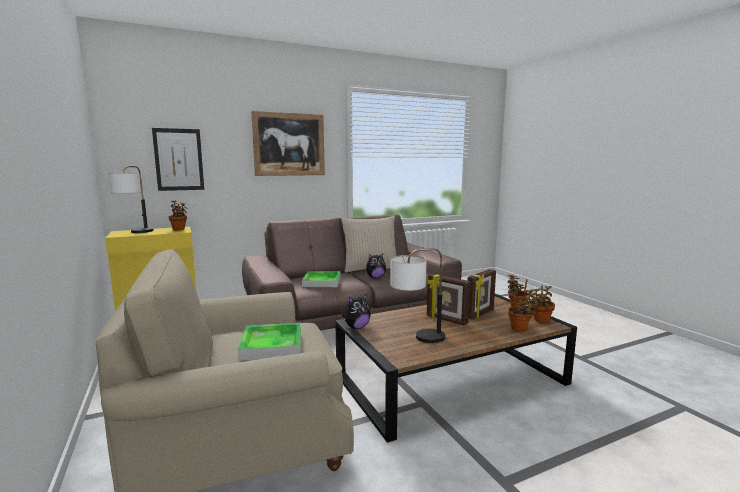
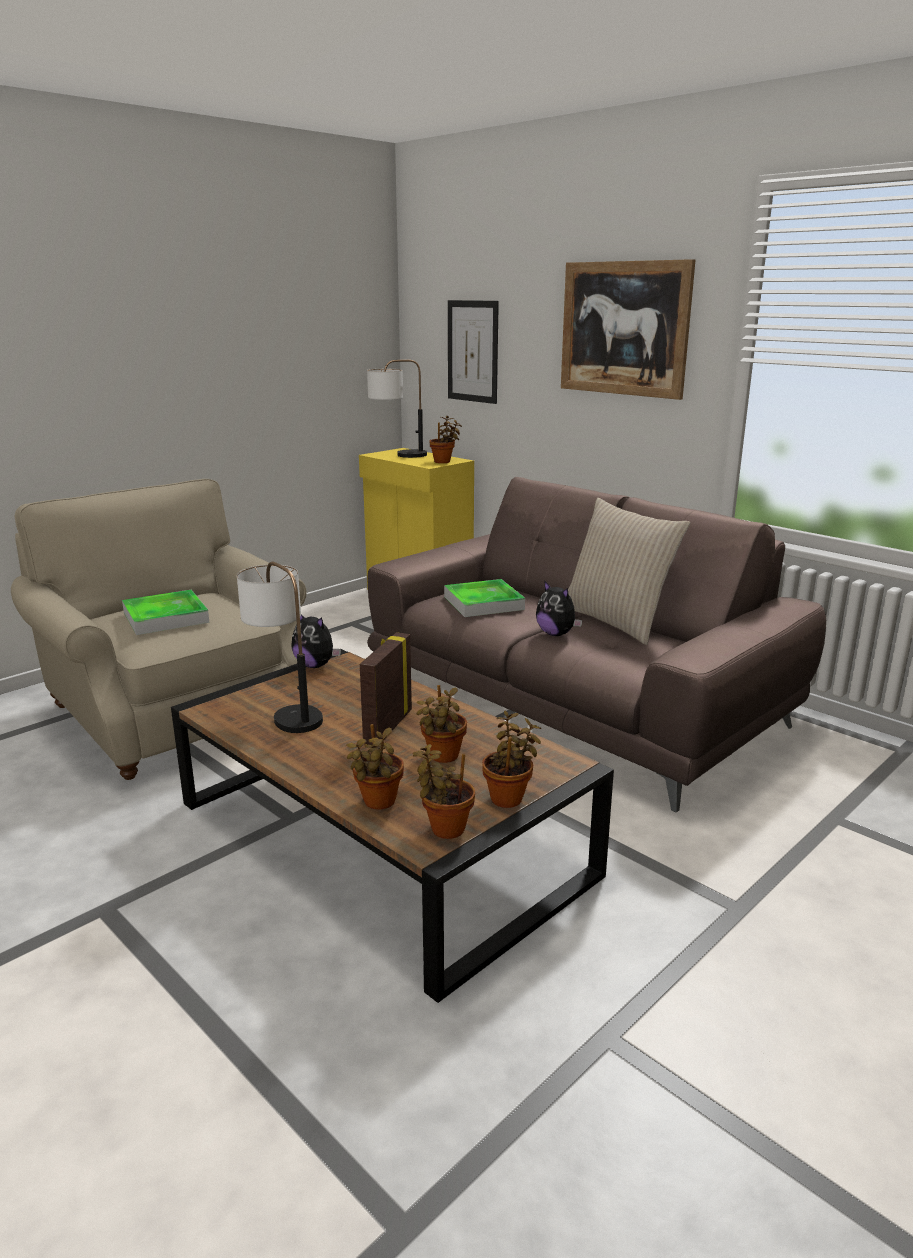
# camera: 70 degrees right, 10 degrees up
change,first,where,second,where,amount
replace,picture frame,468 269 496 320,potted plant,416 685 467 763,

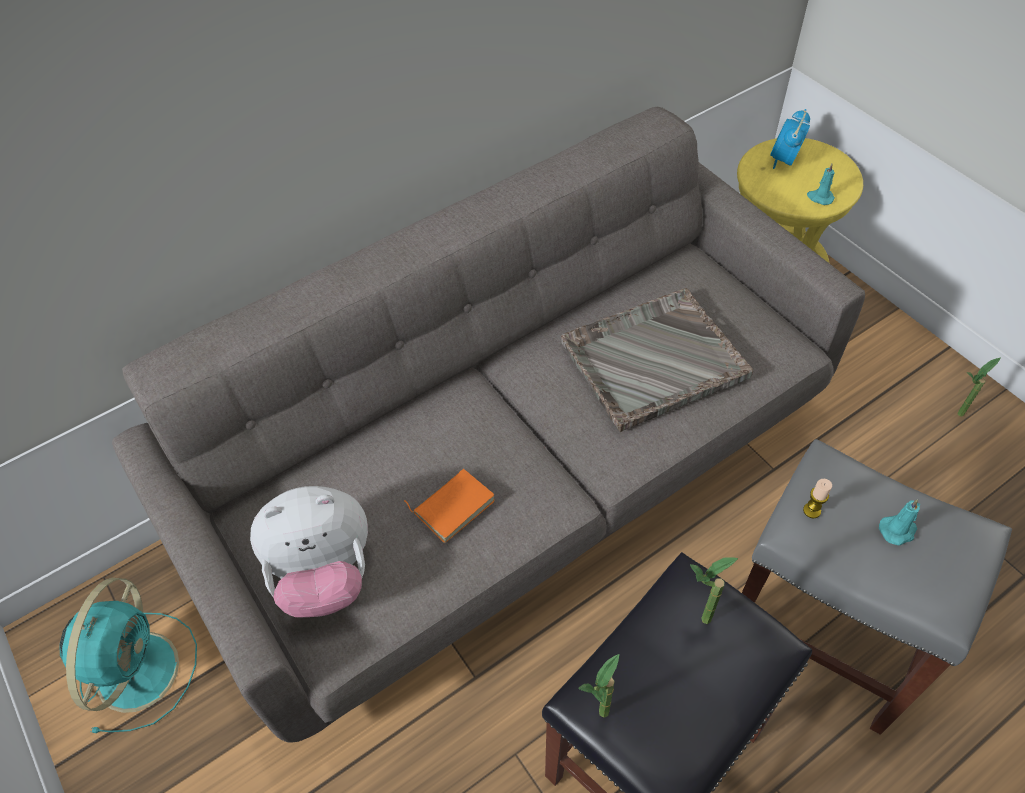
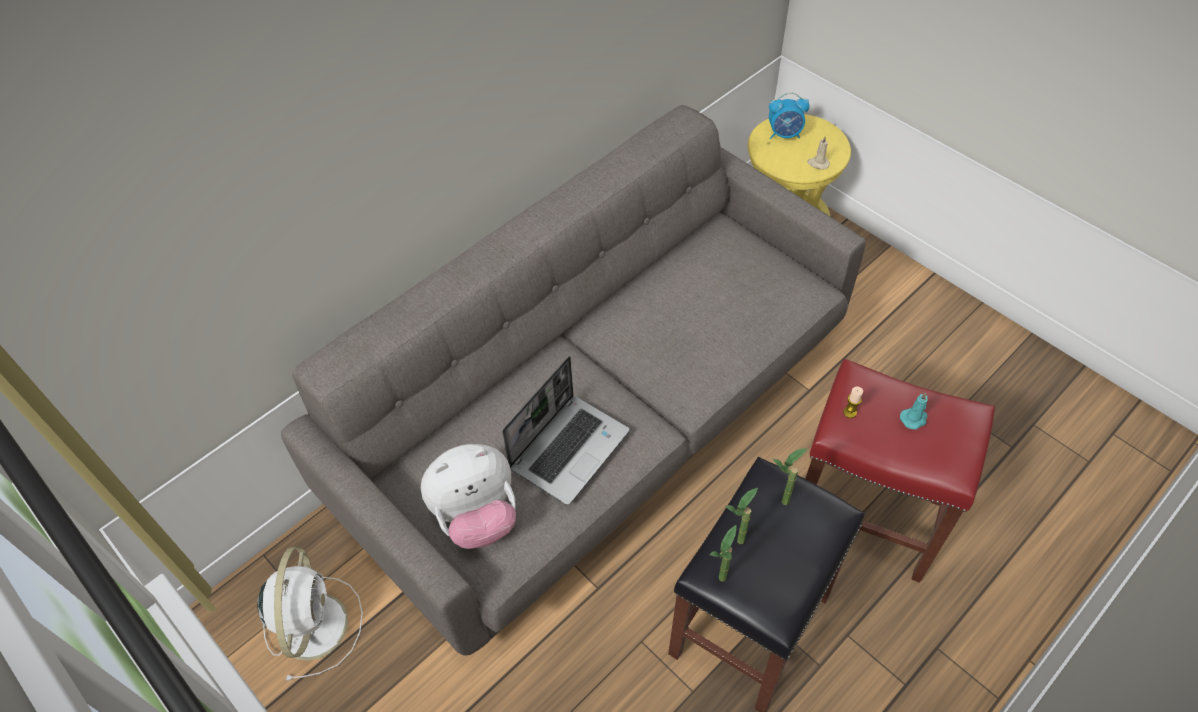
# camera: 10 degrees left, 0 degrees up
change,first,where,second,where,amount
recolor,fan in turquoise,59 578 197 733,fan in white,257 547 363 681,
replace,book in orange,404 469 495 543,laptop,502 356 629 505,
move,potted plant,958 358 1001 417,,725 488 758 544,
rotate,alarm clock,770 109 810 169,,769 92 809 139,105 degrees counterclockwise
recolor,stool in grey,742 439 1012 735,stool in red,805 359 995 583,
recolor,candle in turquoise,807 164 835 205,candle in beige,807 137 830 170,
delete,tray in grey,561 288 753 432,,,

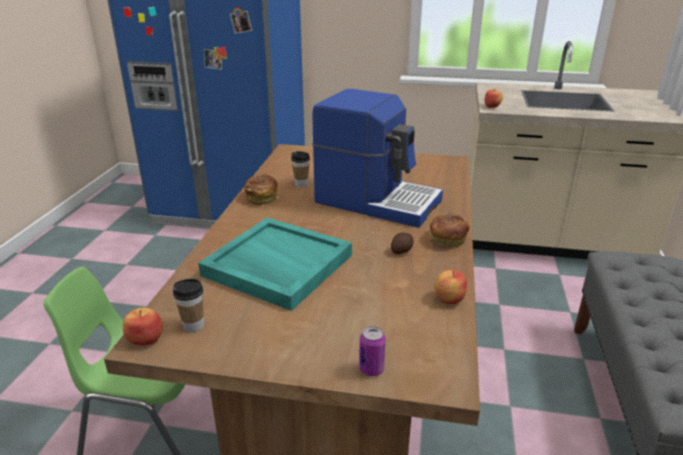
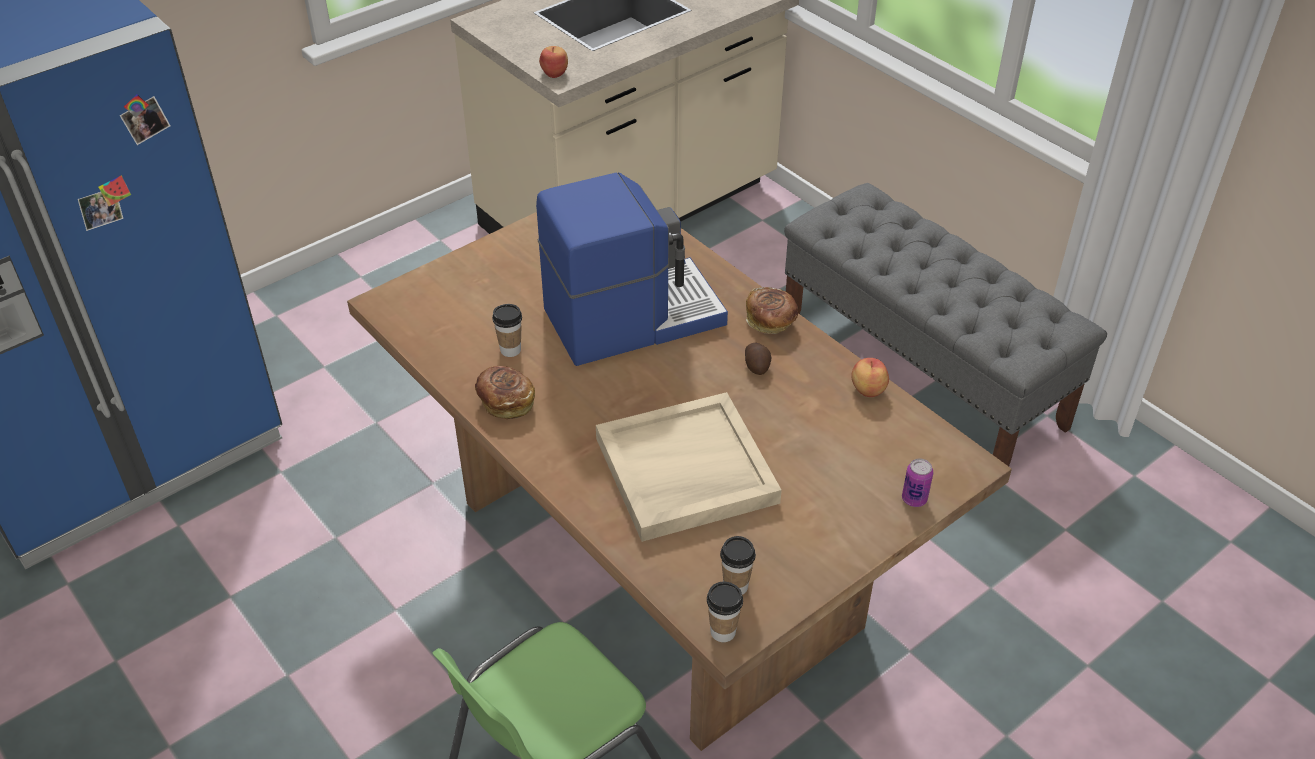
# camera: 50 degrees left, 15 degrees up
change,first,where,second,where,amount
recolor,tray in turquoise,198 218 352 311,tray in beige,596 392 782 542,
replace,apple,122 308 163 346,cup,707 582 743 642,

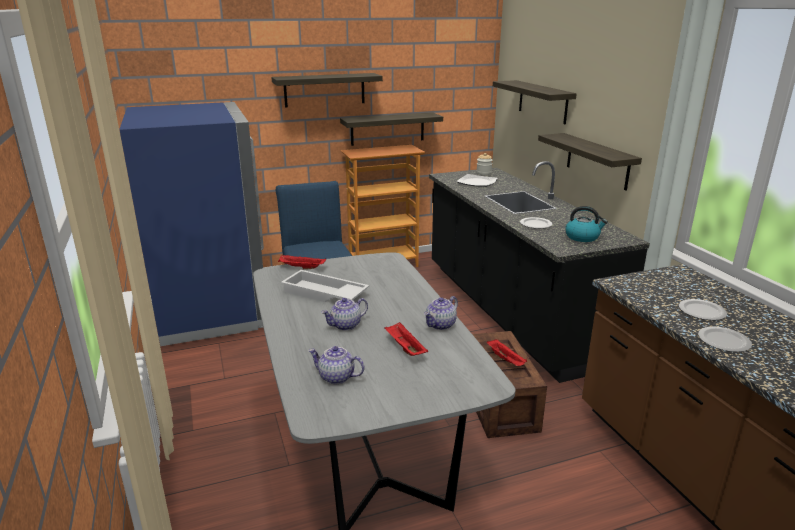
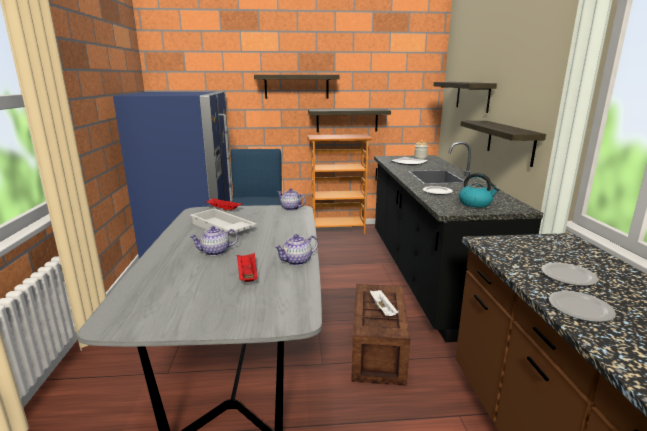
# camera: 15 degrees right, 5 degrees down
change,first,where,second,where,amount
move,teapot,308 346 365 384,,277 188 306 211,
recolor,tray in red,487 339 527 366,tray in white,370 290 398 316,

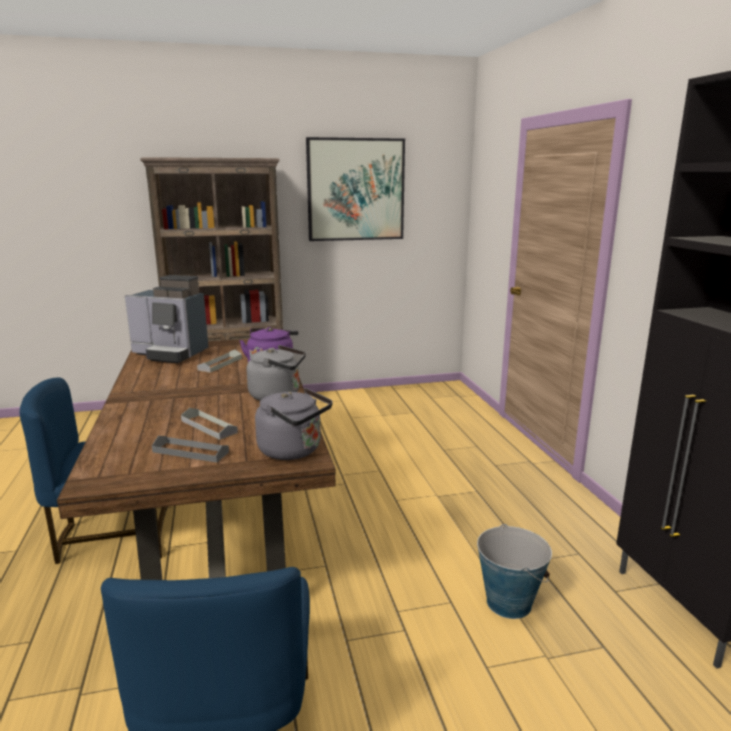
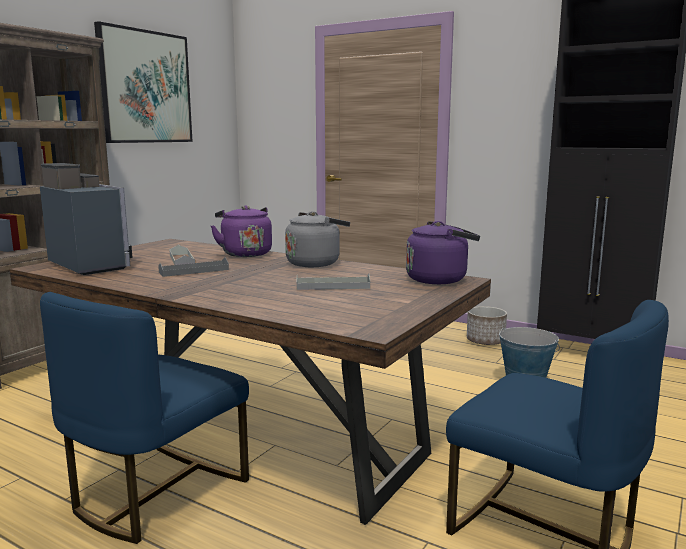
# camera: 45 degrees left, 5 degrees down
change,first,where,second,where,amount
rotate,coffee machine,125 275 209 363,,40 163 132 275,105 degrees counterclockwise
move,tray in grey,152 436 229 463,,158 257 229 277,
recolor,kettle in grey,255 388 333 460,kettle in purple,406 221 480 284,
insert,,,planter,467 306 507 345,

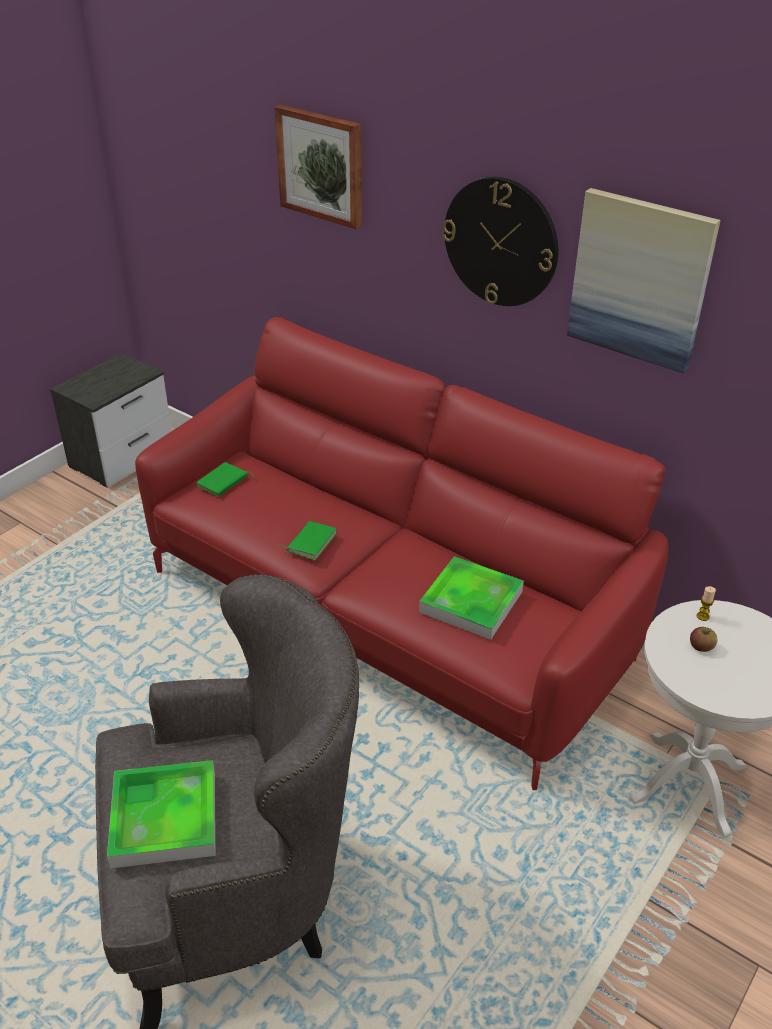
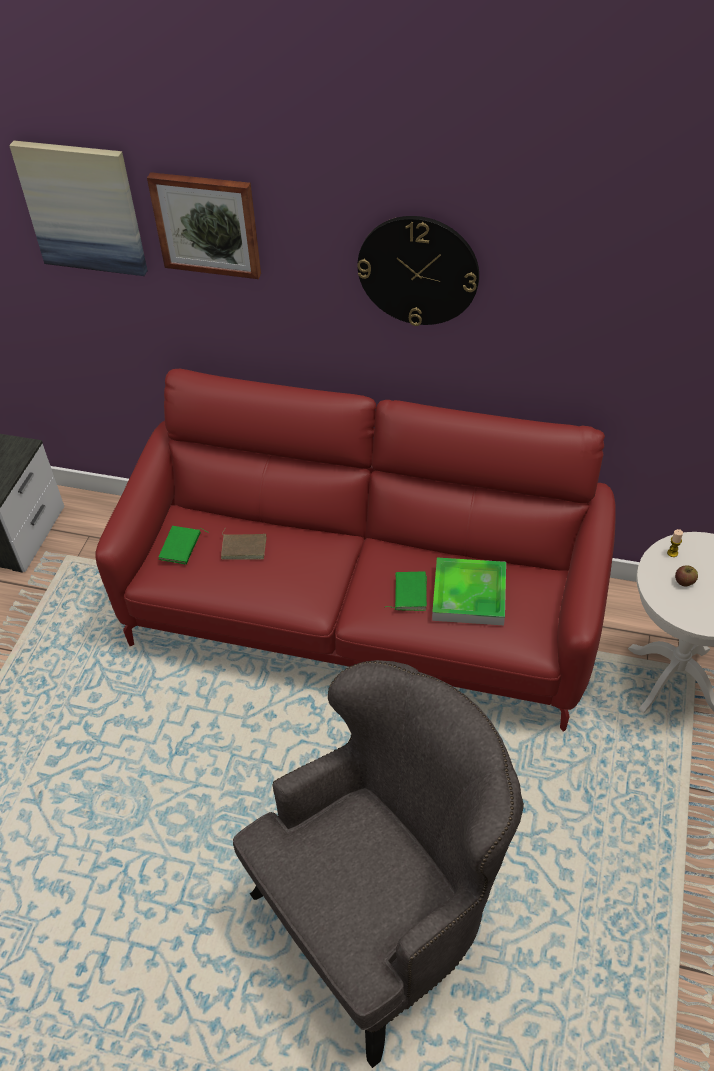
# camera: 20 degrees left, 10 degrees up
change,first,where,second,where,amount
move,picture,567 188 721 374,,9 141 148 276,
insert,,,book in brown,221 528 266 560,
move,book in green,278 521 337 560,,386 572 427 611,
delete,tray,107 760 216 869,,,

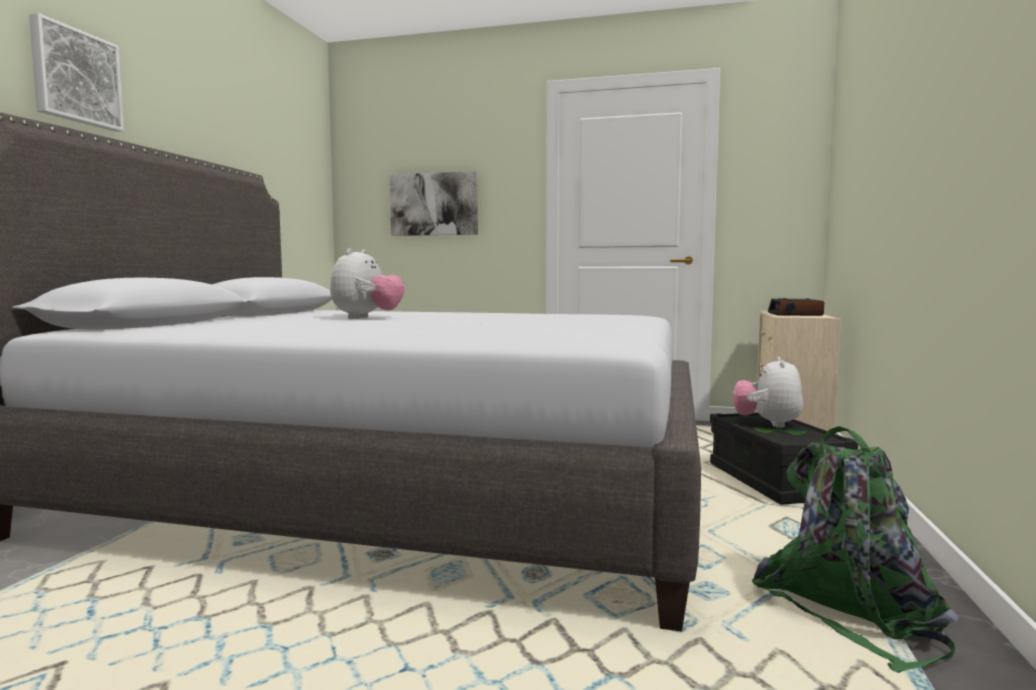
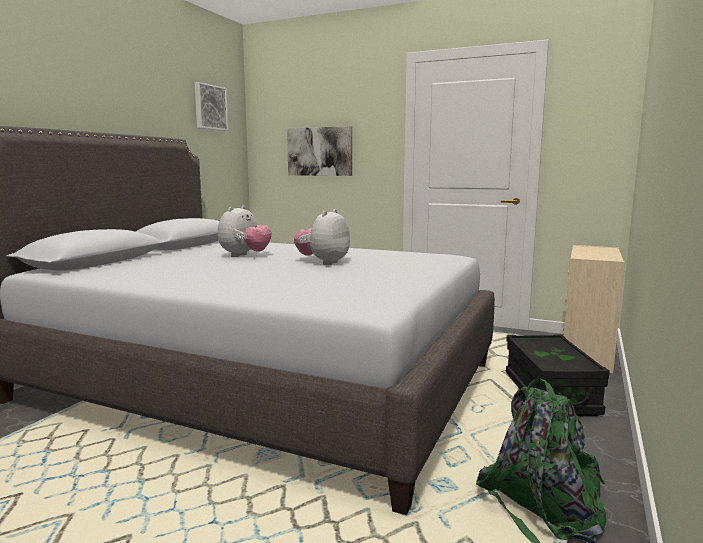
# camera: 10 degrees right, 5 degrees up
change,first,where,second,where,amount
move,picture,29 13 124 132,,195 82 228 131,
move,plush toy,733 357 803 428,,294 209 350 265,
delete,alarm clock,768 298 824 316,,,

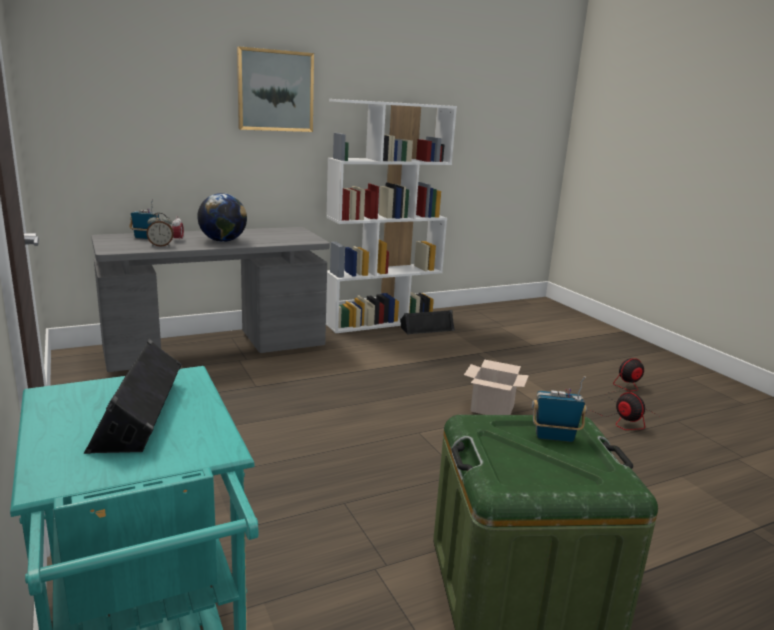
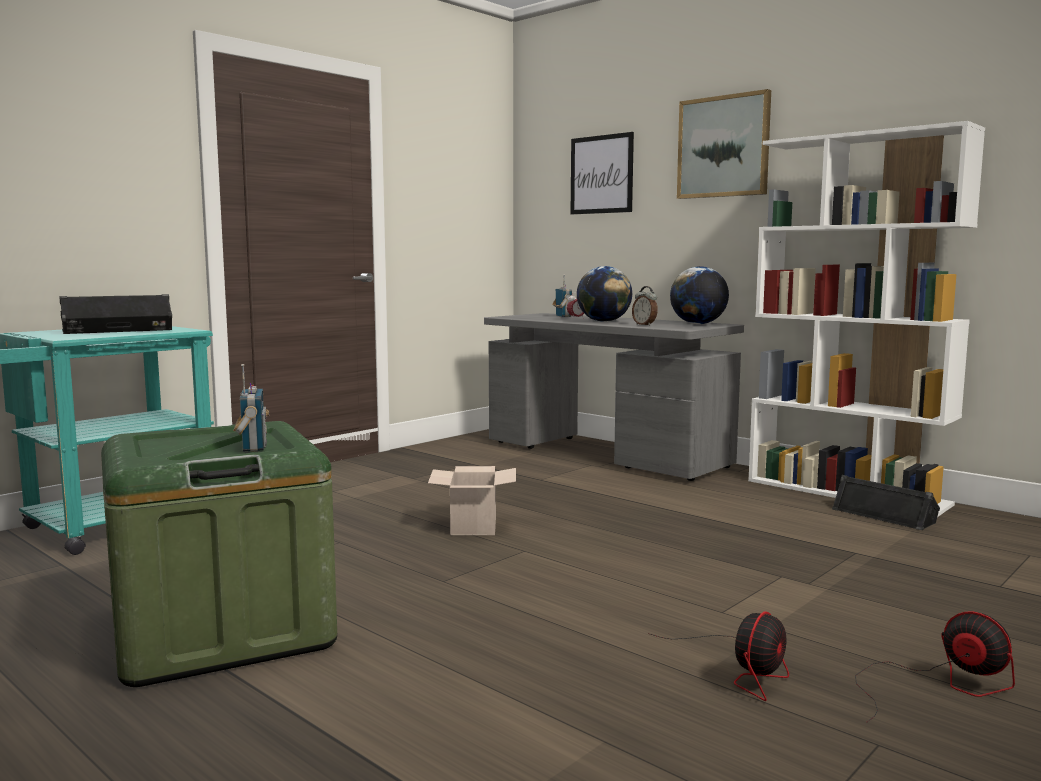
# camera: 70 degrees right, 10 degrees down
change,first,where,second,where,amount
move,cardboard box,464 359 529 415,,428 466 516 535,
insert,,,picture,571 132 634 214,
move,alarm clock,147 213 174 247,,632 286 658 326,
insert,,,globe,670 266 729 324,

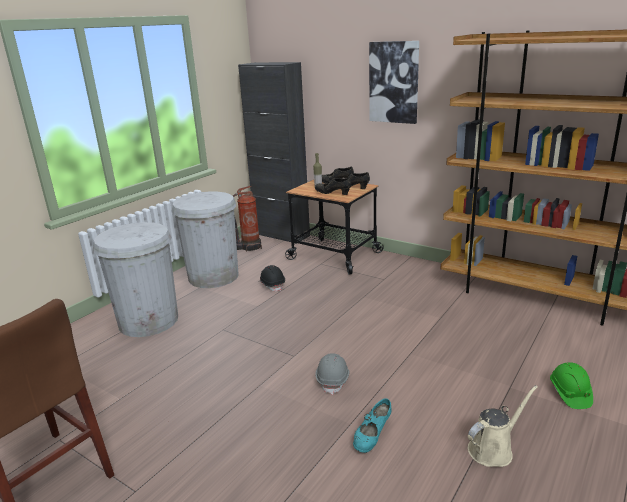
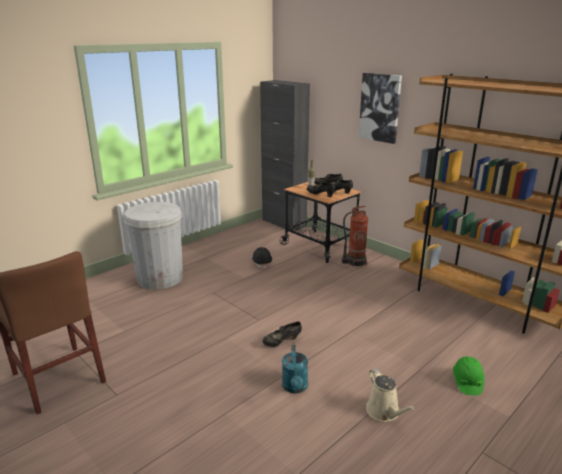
# camera: 10 degrees right, 0 degrees up
change,first,where,second,where,amount
replace,hard hat in grey,315 353 349 395,shoe in black,263 321 302 347,
replace,shoe in turquoise,353 398 392 453,watering can in turquoise,282 345 308 394,
move,fire extinguisher,233 186 262 252,,342 206 368 266,
rotate,watering can in beige,468 385 538 467,,366 369 416 422,90 degrees clockwise
delete,trash can in white,172 192 239 288,,,

